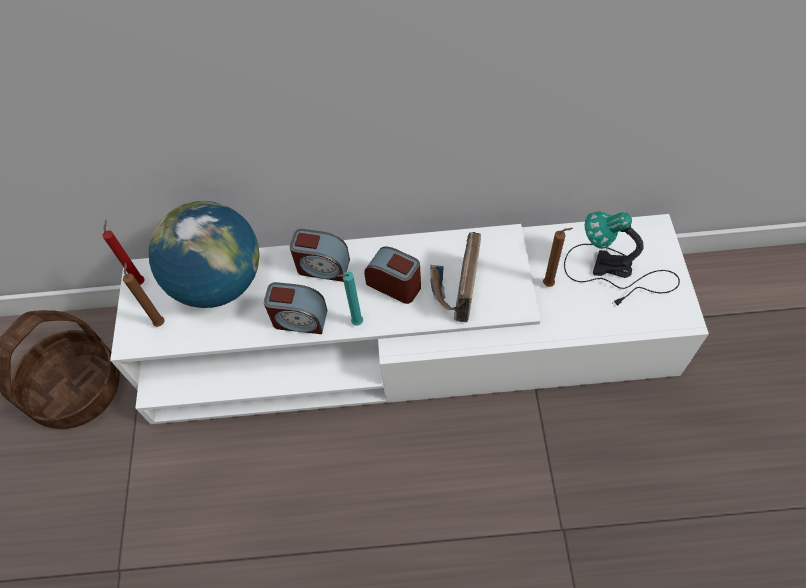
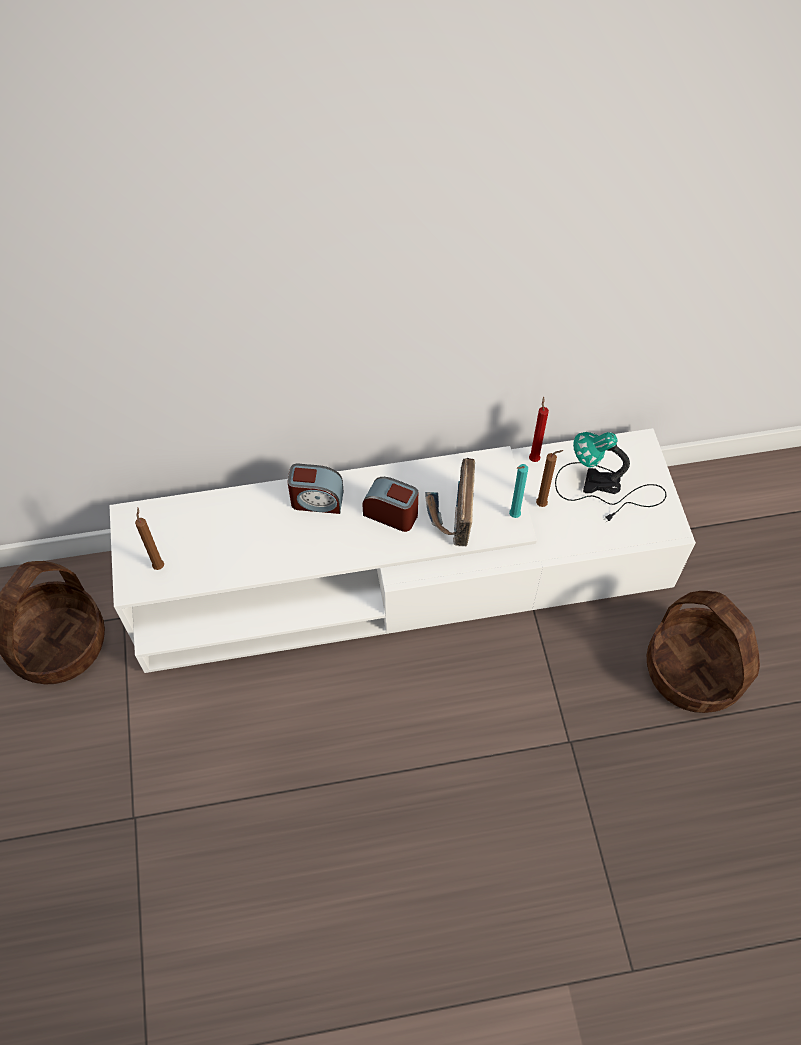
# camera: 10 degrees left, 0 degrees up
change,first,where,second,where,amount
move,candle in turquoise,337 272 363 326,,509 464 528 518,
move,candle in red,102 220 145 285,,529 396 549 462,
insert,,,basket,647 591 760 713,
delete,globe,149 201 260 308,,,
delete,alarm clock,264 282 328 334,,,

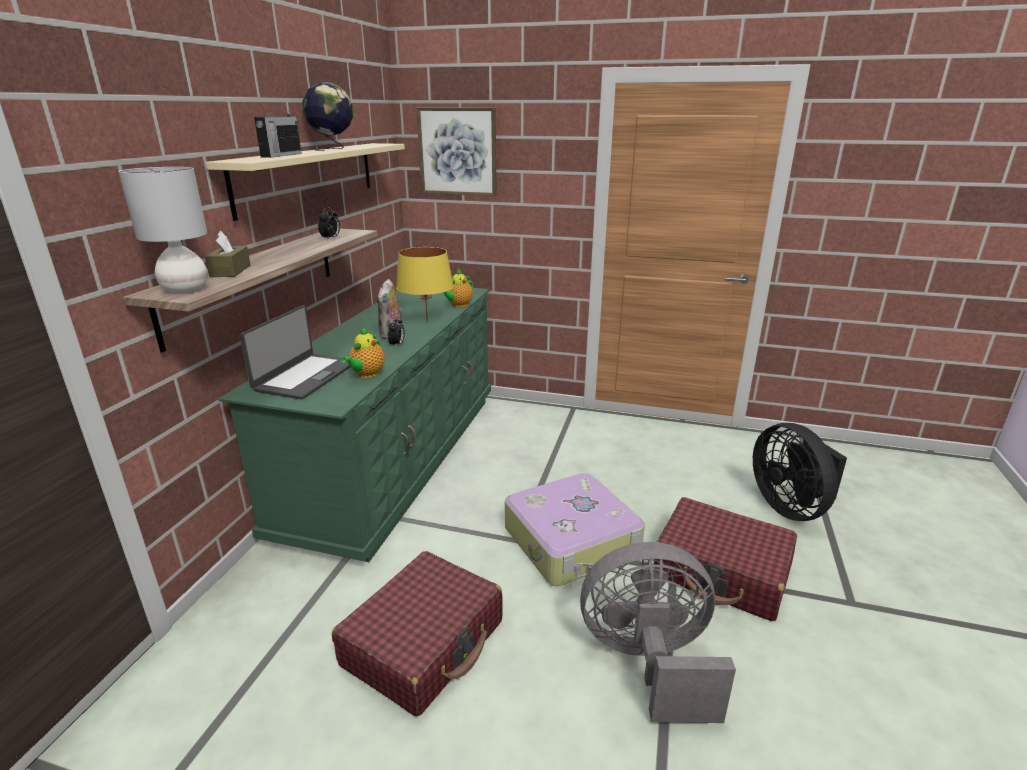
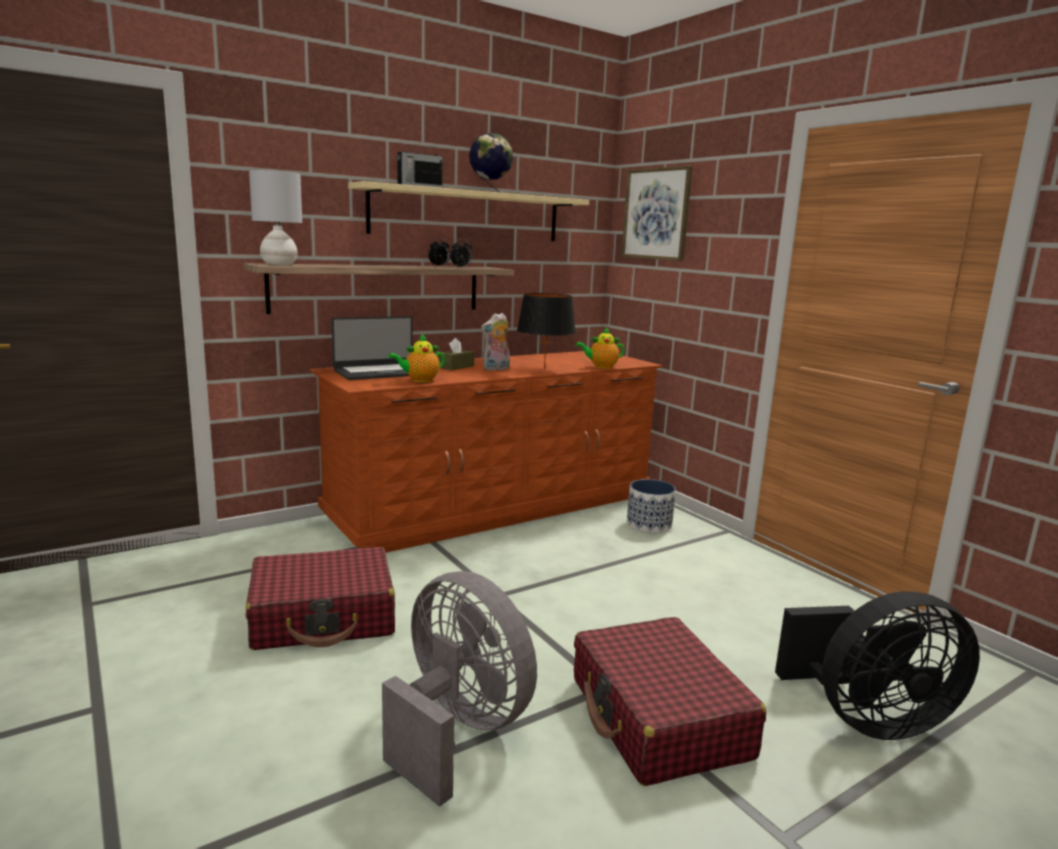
# camera: 40 degrees right, 10 degrees down
change,first,where,second,where,amount
recolor,dresser in green,219 288 491 562,dresser in brown,309 351 663 553,
move,alarm clock,388 316 404 345,,428 238 450 266,
move,tissue box in brown,205 231 251 277,,438 338 474 370,
recolor,table lamp in yellow,396 247 454 323,table lamp in black,517 293 576 370,
insert,,,planter,627 479 676 533,
rotate,fan in black,753 423 847 521,,775 591 980 740,120 degrees counterclockwise
delete,suitcase,505 473 645 586,,,

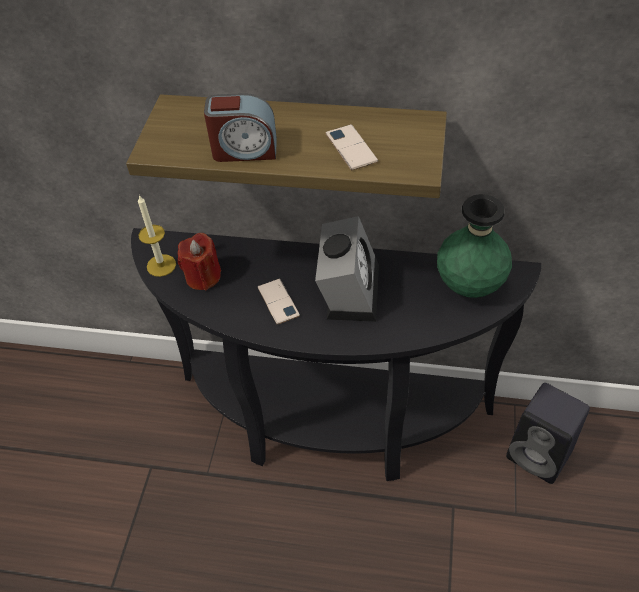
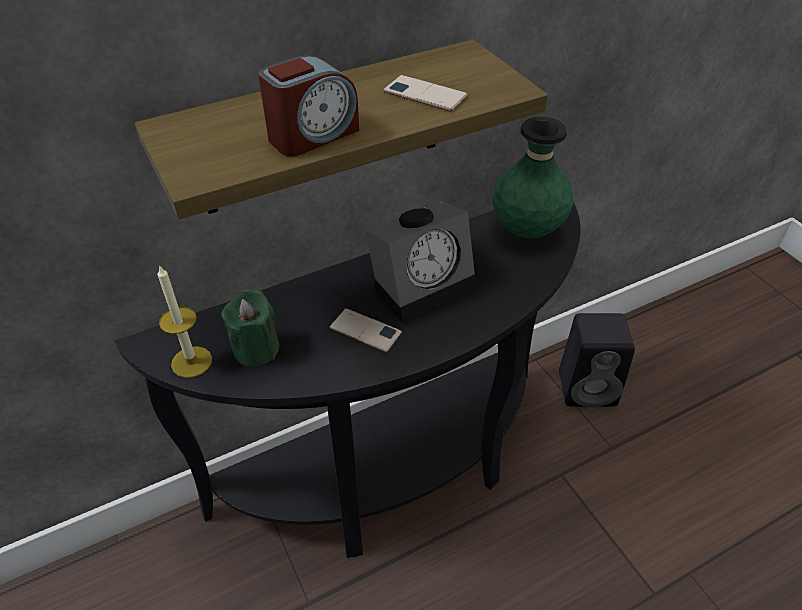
# camera: 40 degrees left, 5 degrees down
change,first,where,second,where,amount
recolor,candle in red,178 233 221 291,candle in green,221 289 279 366,
rotate,alarm clock,315 216 379 322,,366 201 477 323,90 degrees clockwise

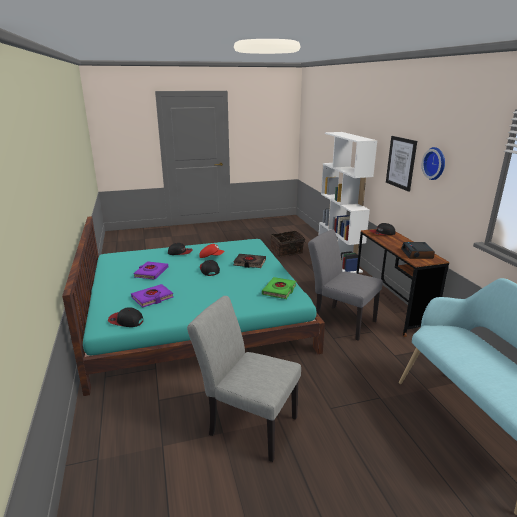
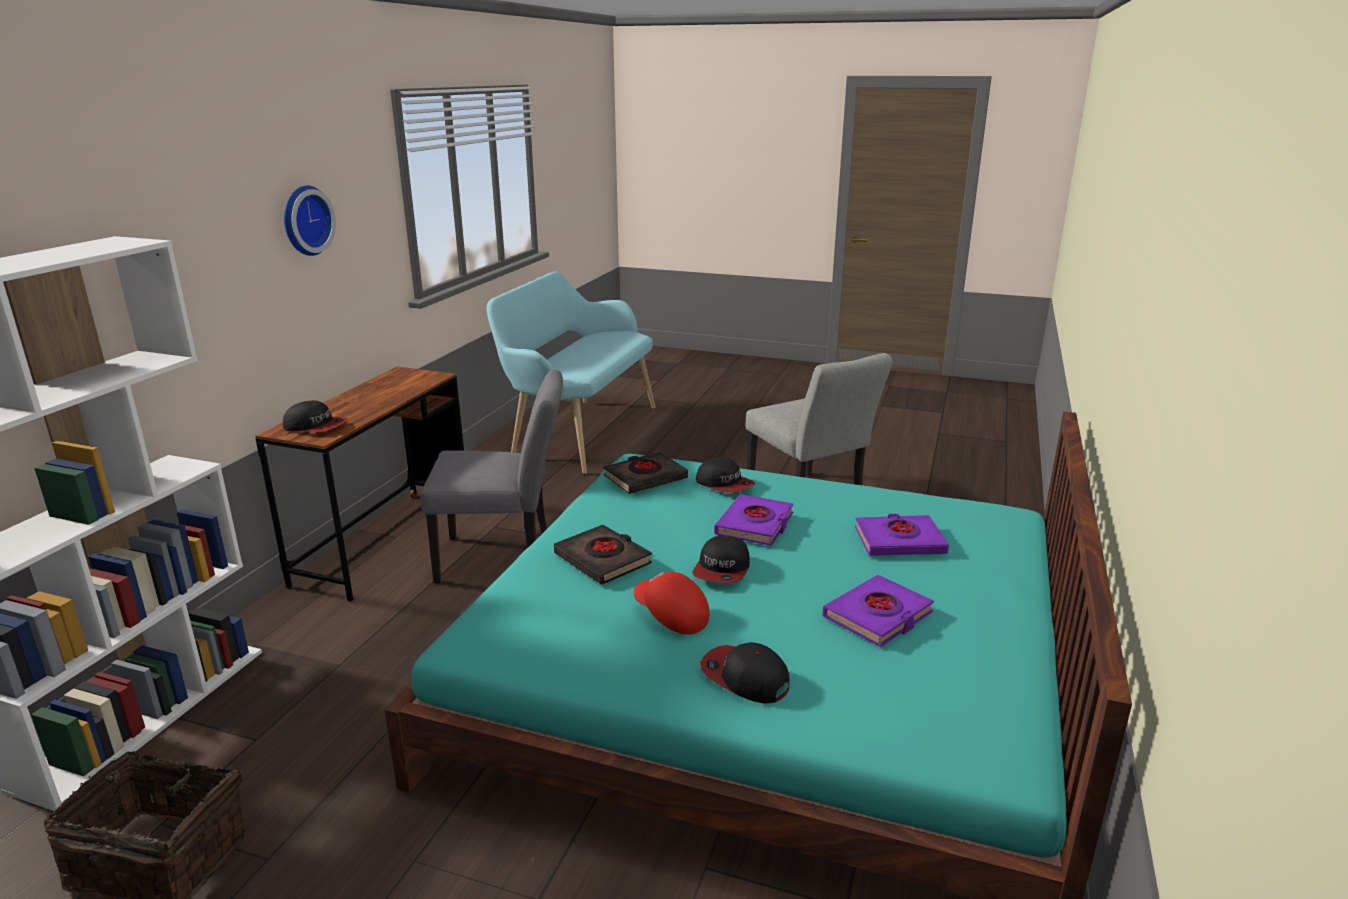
# camera: 145 degrees left, 0 degrees up
change,first,where,second,where,amount
rotate,chair in grey,308 229 383 340,,420 370 563 583,75 degrees counterclockwise
recolor,book in green,262 277 296 299,book in black,603 452 688 494,
move,cap,108 307 143 327,,696 457 755 493,
insert,,,book in purple,714 494 793 546,
delete,picture,386 136 417 192,,,
delete,alarm clock,401 242 435 259,,,

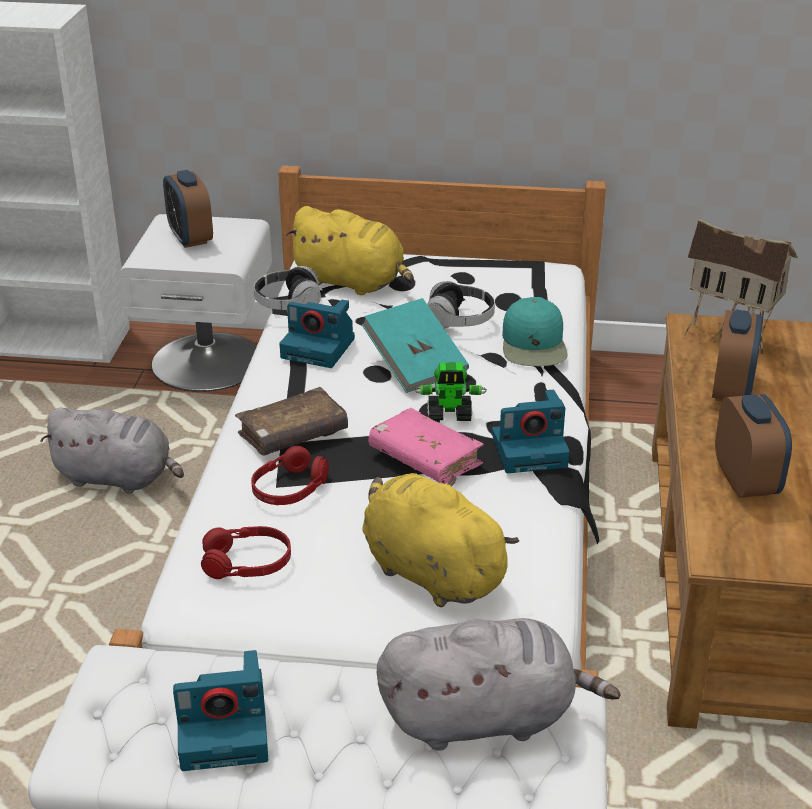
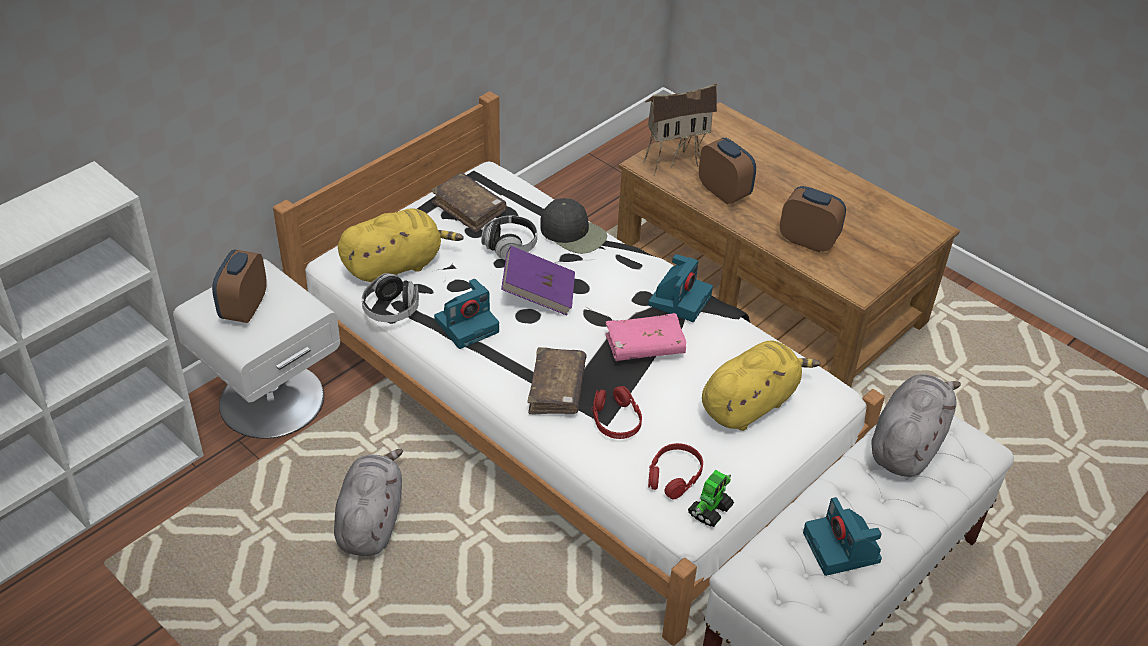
# camera: 55 degrees left, 10 degrees up
change,first,where,second,where,amount
rotate,alarm clock,163 170 213 248,,212 249 267 323,90 degrees clockwise
rotate,plush toy in grey,40 408 184 494,,334 449 403 556,45 degrees counterclockwise
insert,,,book in brown,431 173 506 233,
recolor,book in turquoise,362 298 469 393,book in purple,501 246 575 315,
recolor,cap in turquoise,502 297 568 366,cap in black,540 198 607 254,
move,toy robot,415 363 487 421,,688 470 734 527,
rotate,plush toy in yellow,362 473 519 607,,702 341 821 431,150 degrees clockwise
rotate,photo camera,173 650 268 771,,803 497 882 576,135 degrees clockwise

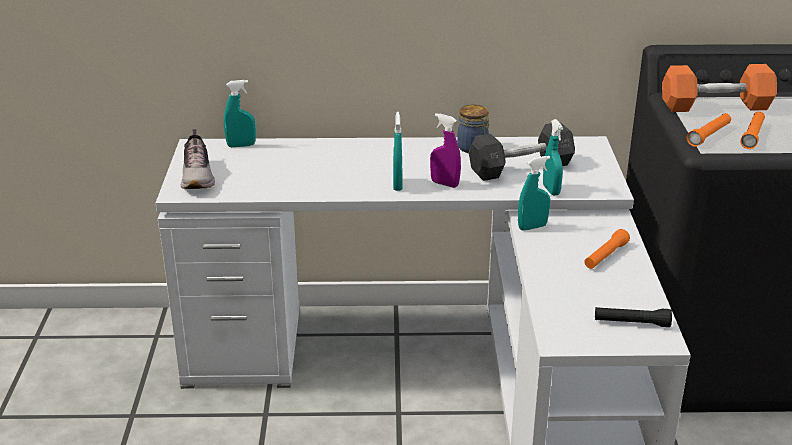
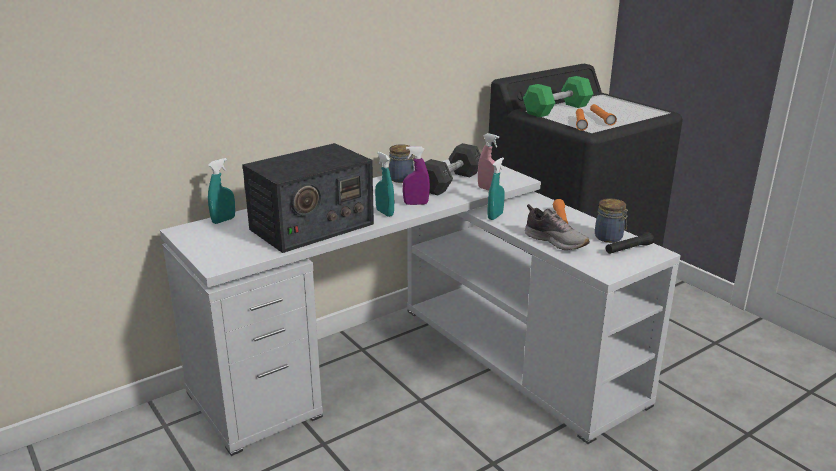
# camera: 35 degrees left, 5 degrees down
change,first,where,second,where,amount
insert,,,radio,242 143 374 253,
recolor,spray bottle in turquoise,543 119 563 196,spray bottle in pink,478 133 500 191,
recolor,dumbbell in orange,662 64 777 112,dumbbell in green,523 76 593 117,
move,shoe,181 129 215 189,,525 204 590 250,
insert,,,jar,595 198 628 243,

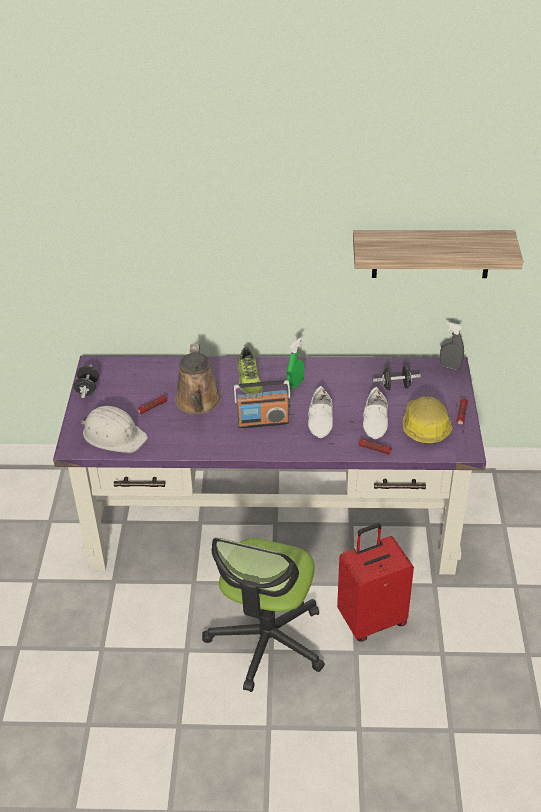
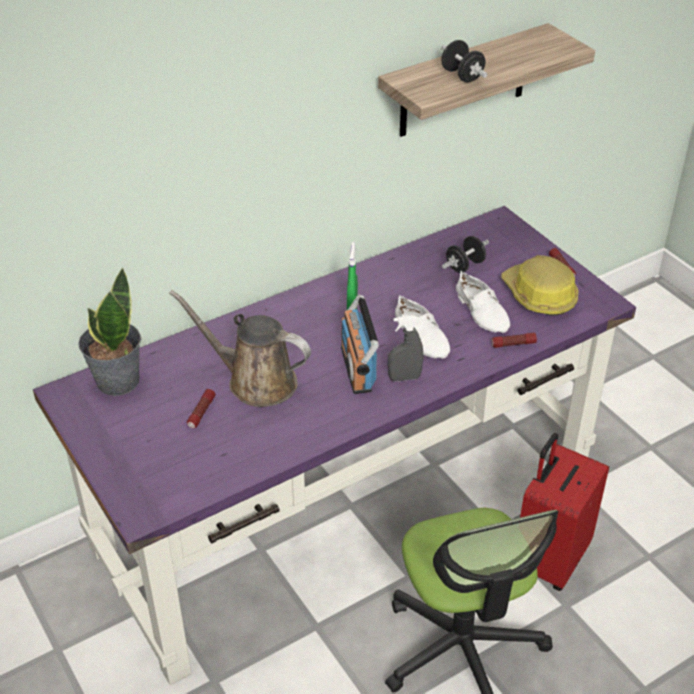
# camera: 35 degrees left, 0 degrees up
change,first,where,second,where,amount
insert,,,potted plant,78 267 141 396,
rotate,watering can in brown,175 344 221 414,,169 290 311 407,150 degrees clockwise
rotate,radio,234 380 291 429,,341 295 379 394,120 degrees clockwise
move,spray bottle in grey,440 322 464 370,,388 315 423 382,
move,dumbbell in black,74 364 99 398,,441 40 487 83,
delete,hard hat in white,81 406 148 453,,,
delete,shoe,238 347 263 394,,,

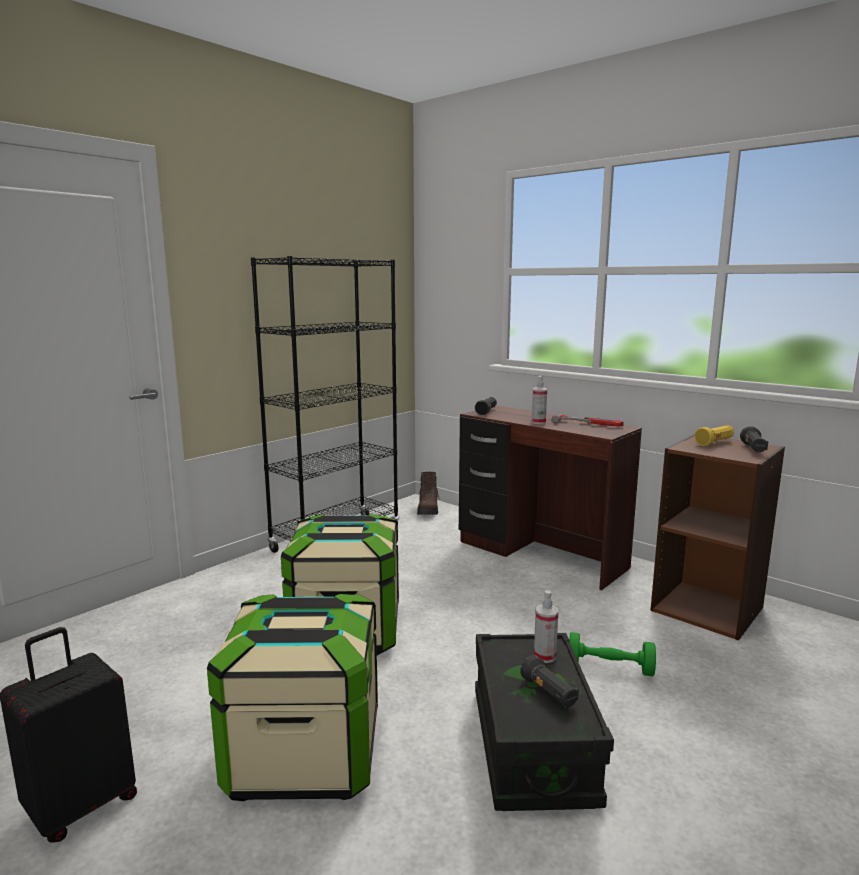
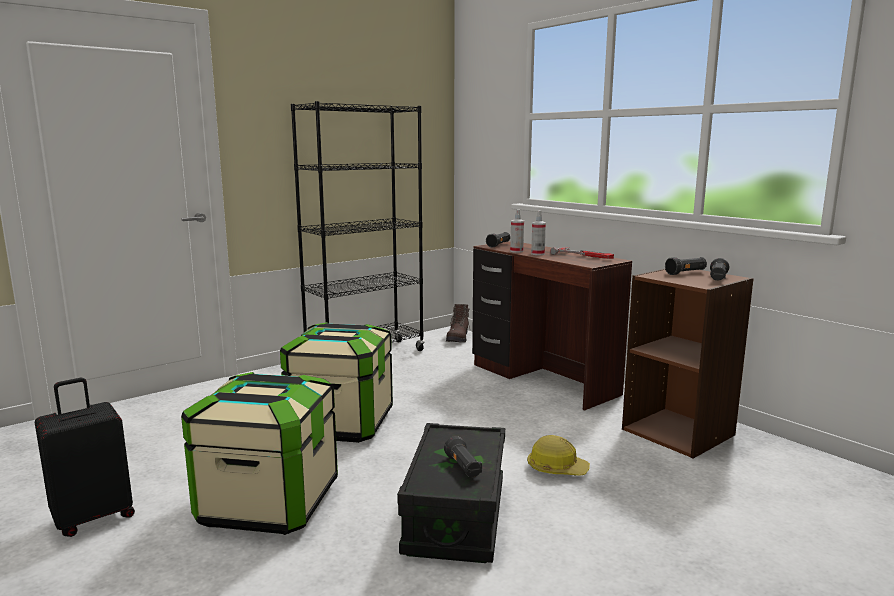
# camera: 10 degrees right, 0 degrees up
change,first,where,second,where,amount
move,spray bottle,534 590 558 663,,510 209 524 253,
replace,dumbbell in green,569 632 656 676,hard hat,527 435 590 476,
recolor,flashlight in yellow,695 425 734 446,flashlight in black,665 257 707 275,

